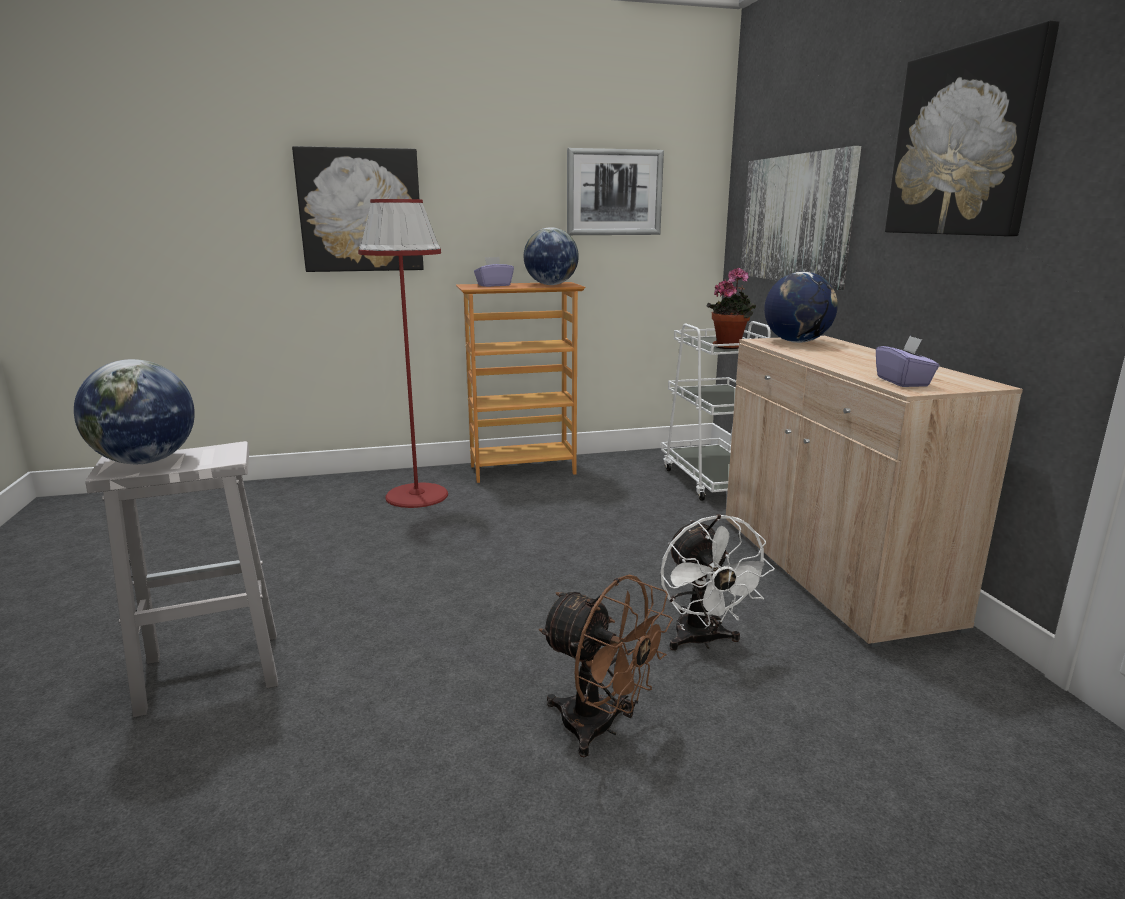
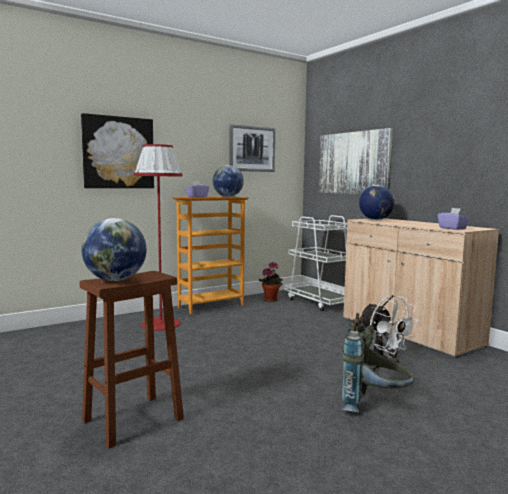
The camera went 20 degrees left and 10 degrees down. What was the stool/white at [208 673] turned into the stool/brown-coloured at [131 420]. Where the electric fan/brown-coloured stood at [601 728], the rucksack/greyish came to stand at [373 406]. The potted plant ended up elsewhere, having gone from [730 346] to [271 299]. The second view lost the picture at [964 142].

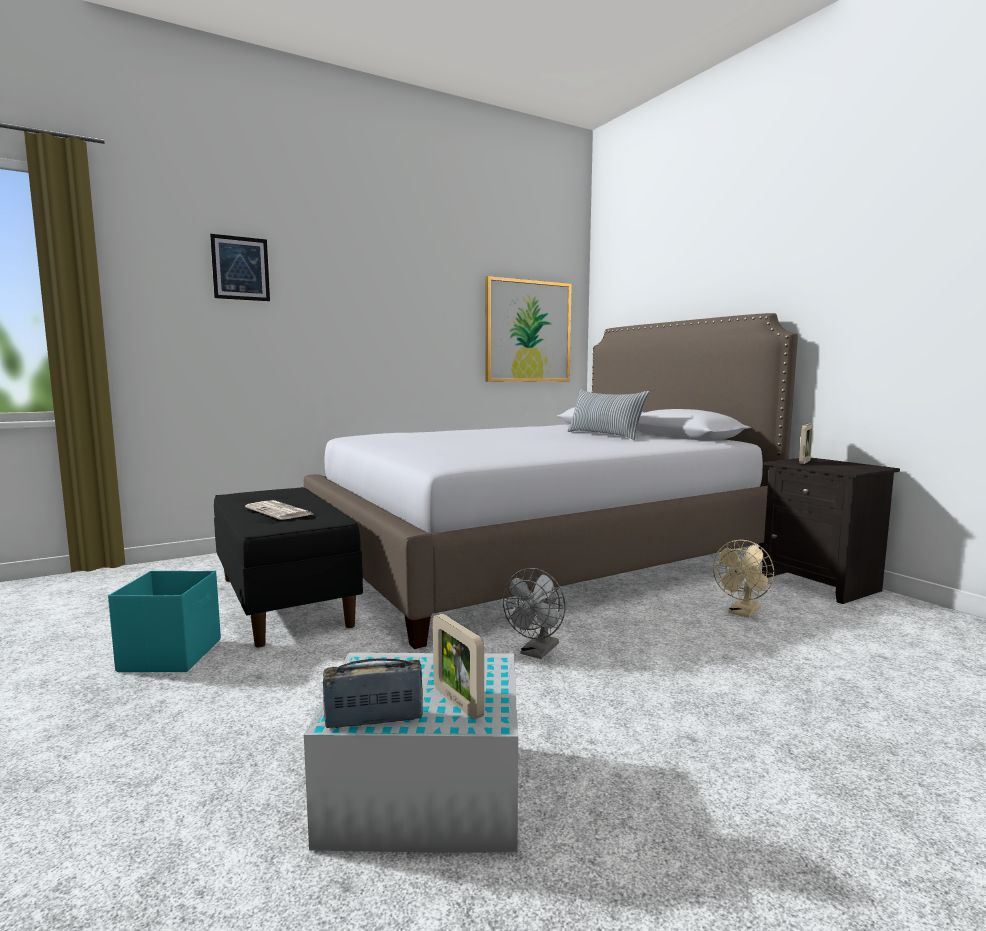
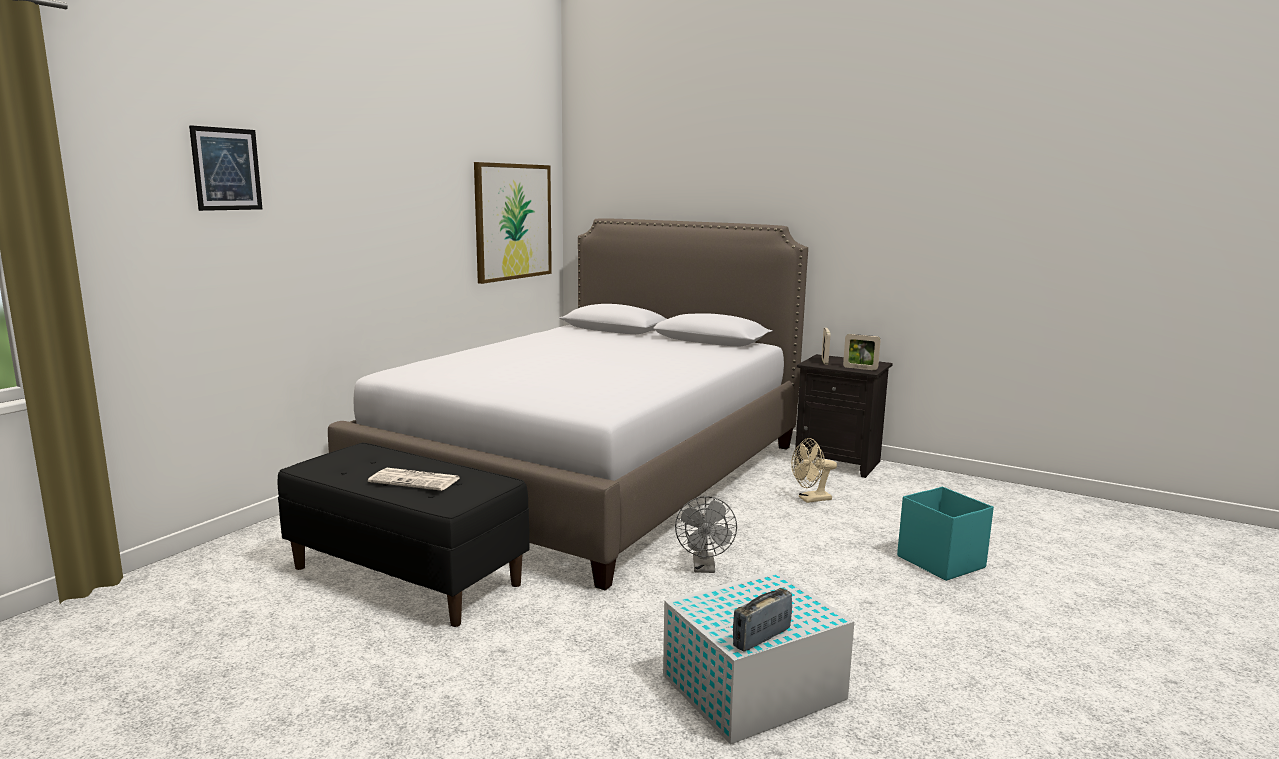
The camera went 30 degrees left and 5 degrees up. The storage bin/blue-green ended up elsewhere, having gone from [172 654] to [940 561]. The picture frame ended up elsewhere, having gone from [457 702] to [860 368]. The second view lost the pillow at [604 435]. The electric fan/beige-coloured at [743 613] ended up facing another way, 60 degrees clockwise from before.

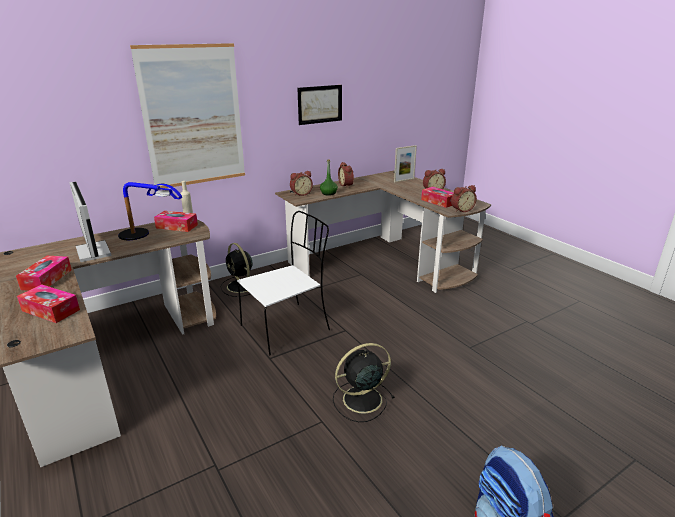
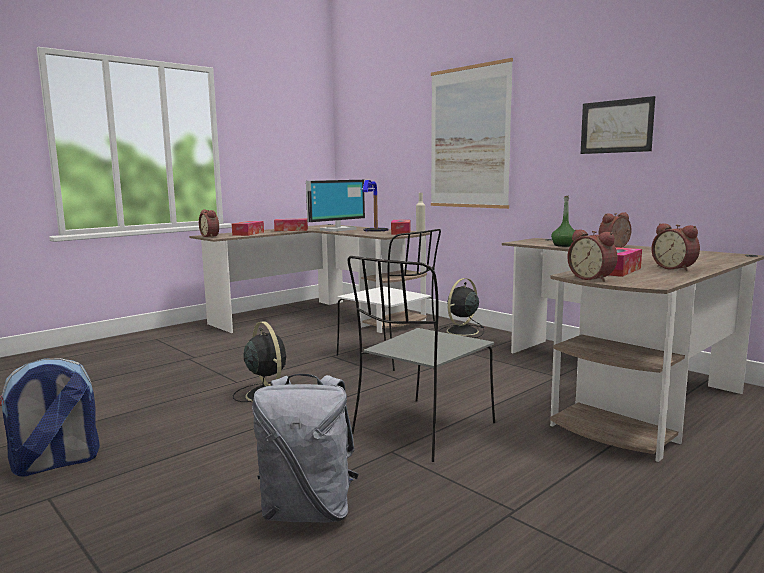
The camera went 80 degrees right and 15 degrees down. The table clock ended up elsewhere, having gone from [301 194] to [211 236]. The second view lost the picture frame at [404 180]. The second view gained the rucksack/greyish at [308 511]. The second view gained the upright chair/greyish at [422 430].

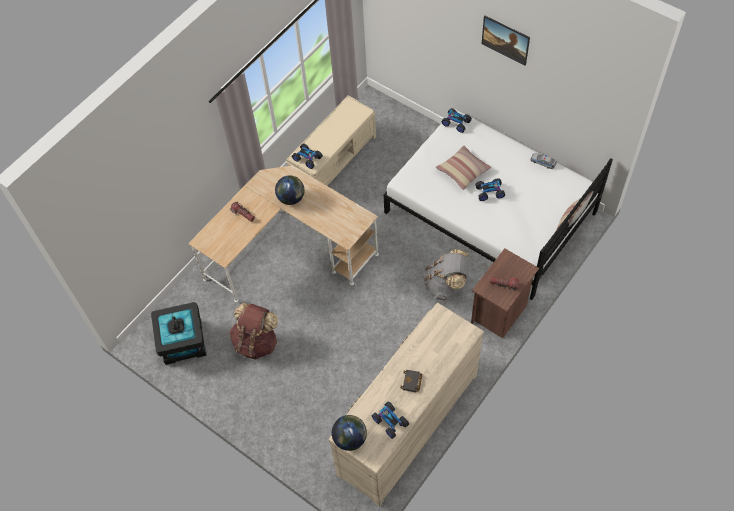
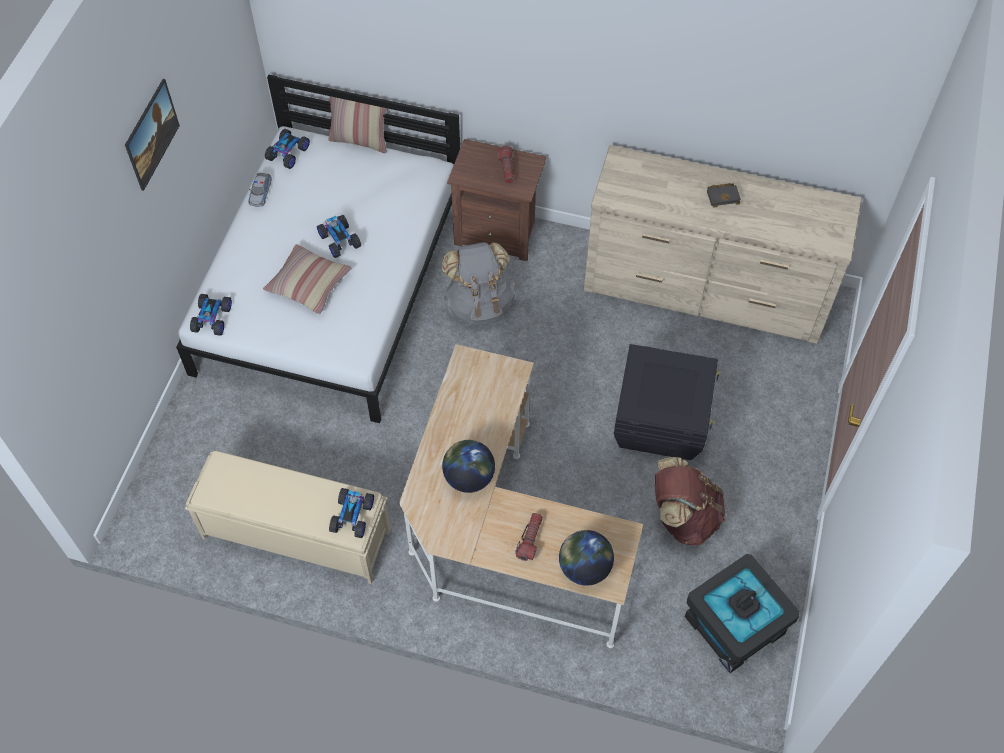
The camera went 115 degrees left and 0 degrees up. The globe ended up elsewhere, having gone from [350 438] to [584 568]. The toy car ended up elsewhere, having gone from [390 422] to [288 153]. The second view gained the storage bin/blackish at [661 422].

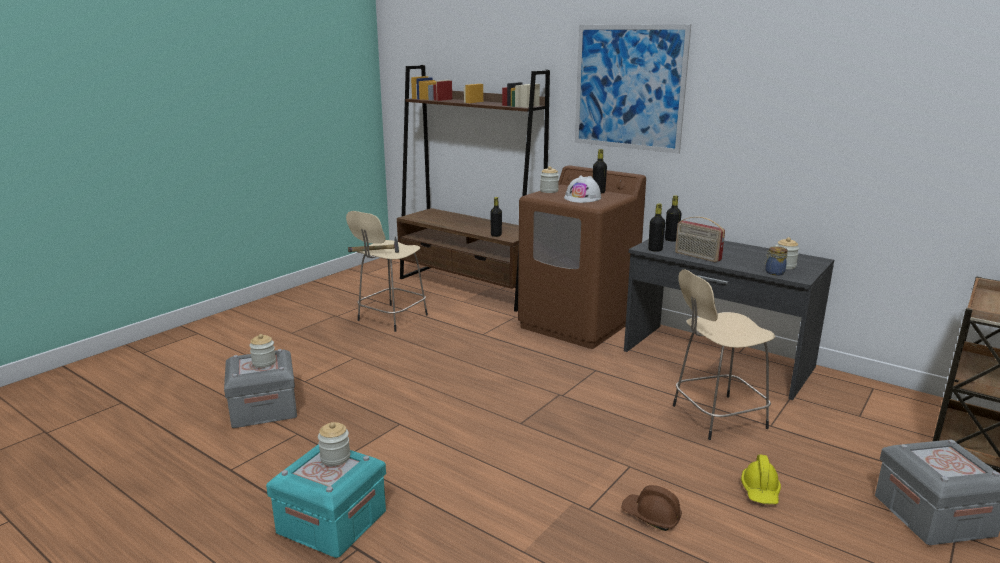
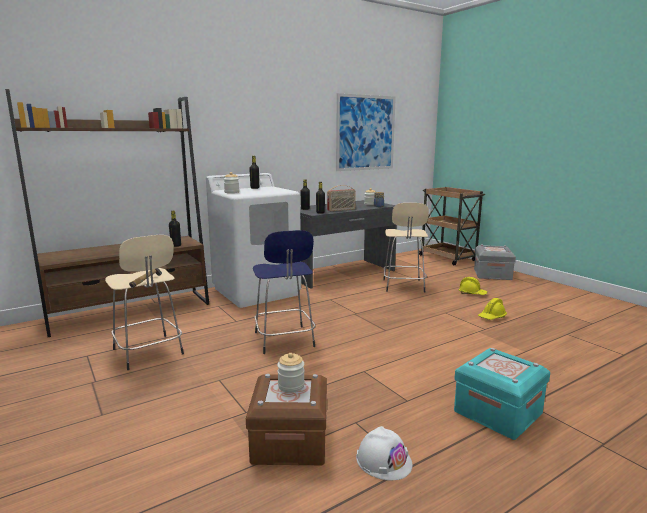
The camera went 70 degrees left and 5 degrees down. What was the storage bin/greyish at [264 408] turned into the storage bin/brown-coloured at [290 441]. The second view lost the jar at [335 458]. What was the laundry appliance/brown-coloured at [578 324] turned into the laundry appliance/white at [257 291]. The hard hat/white ended up elsewhere, having gone from [582 198] to [383 460]. The picture ended up elsewhere, having gone from [629 87] to [366 133]. What was the hard hat/brown-coloured at [651 516] turned into the hard hat/yellow at [492 317]. The second view gained the stool/blue at [284 340].

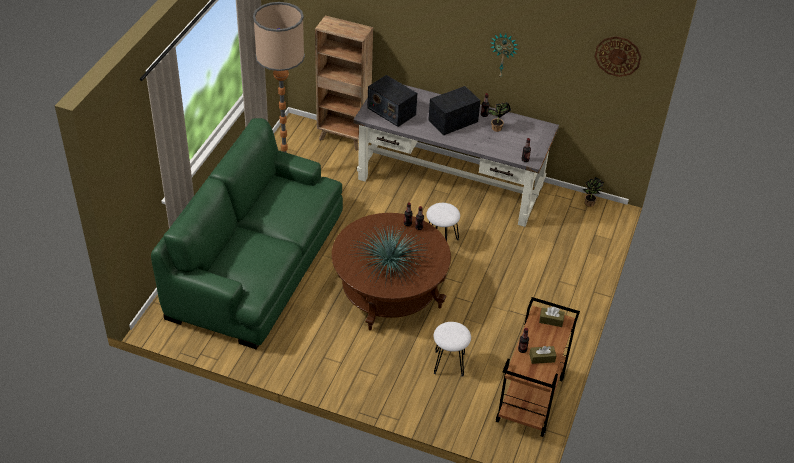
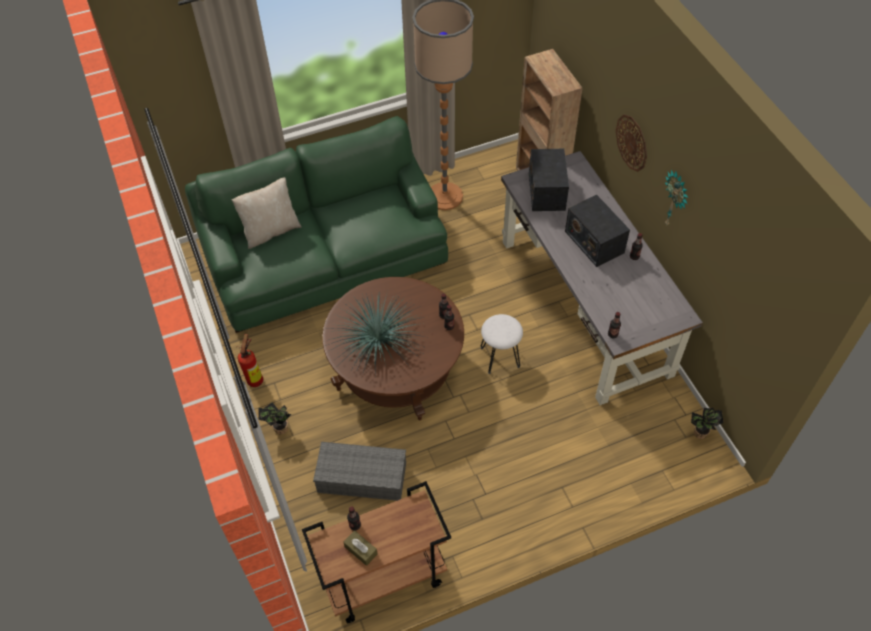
The camera went 50 degrees right and 10 degrees up. The radio at [453 121] ended up facing another way, 135 degrees counterclockwise from before. Where the stool/white stood at [449 363], the storage bin/greyish came to stand at [360 478]. The potted plant ended up elsewhere, having gone from [496 129] to [279 429]. The second view lost the tissue box/brown-coloured at [551 320]. The clock on the wall ended up elsewhere, having gone from [618 56] to [632 142]. The second view gained the pillow/beige-coloured at [271 231]. The second view gained the fire extinguisher at [256 379].

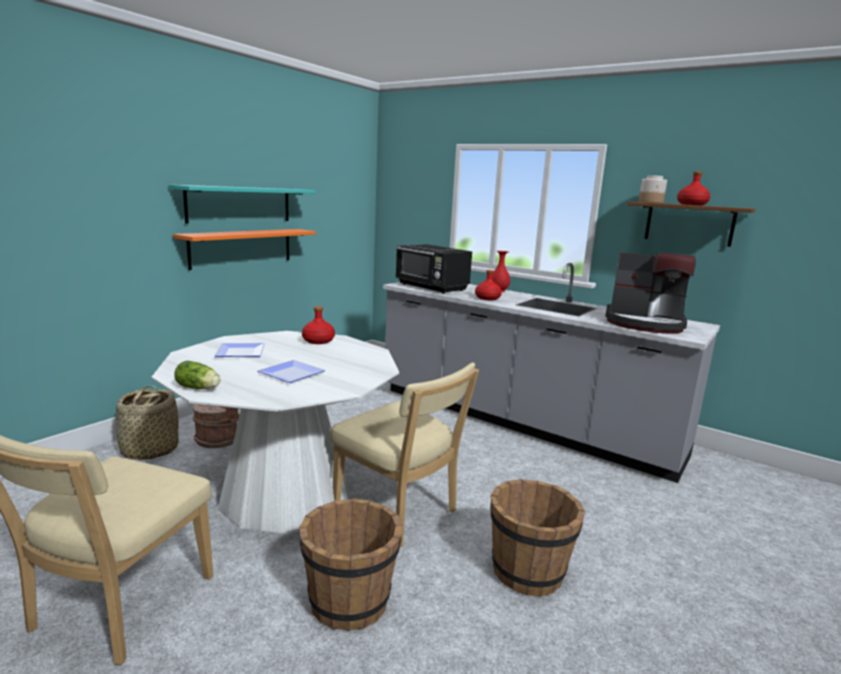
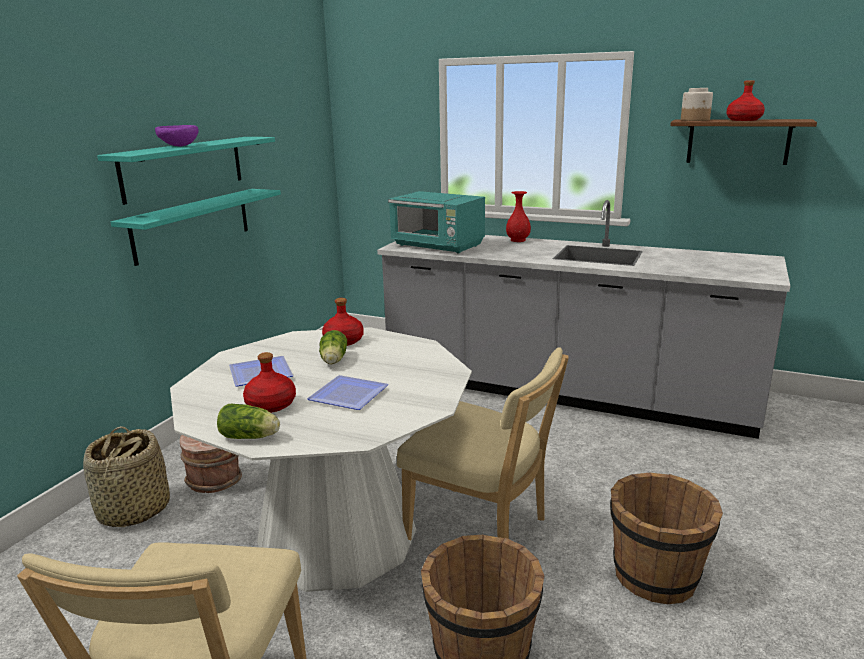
The camera went 10 degrees left and 5 degrees up. What was the wall shelf/orange at [242 247] turned into the wall shelf/blue-green at [193 224]. What was the microwave oven/blackish at [431 287] turned into the microwave oven/blue-green at [438 246]. The beverage bottle/red ended up elsewhere, having gone from [487 298] to [271 404]. The second view lost the coffee maker at [644 323]. The second view gained the serving bowl/purple at [178 146]. The second view gained the head of lettuce at [333 361].

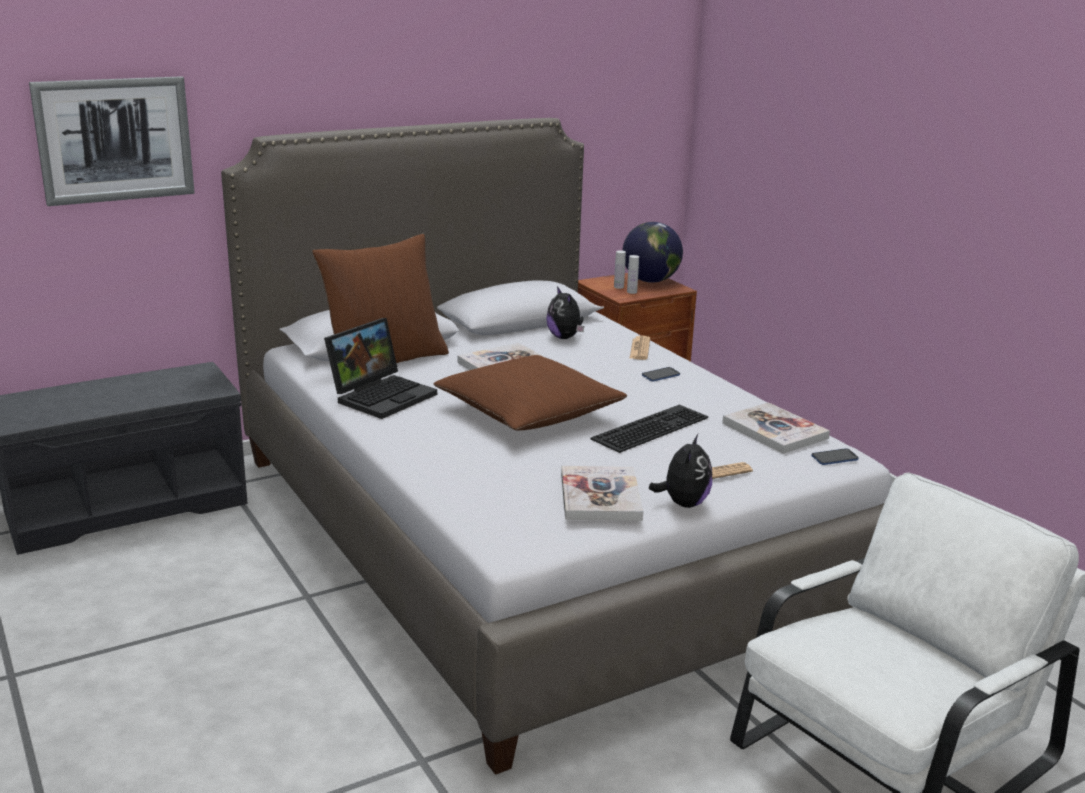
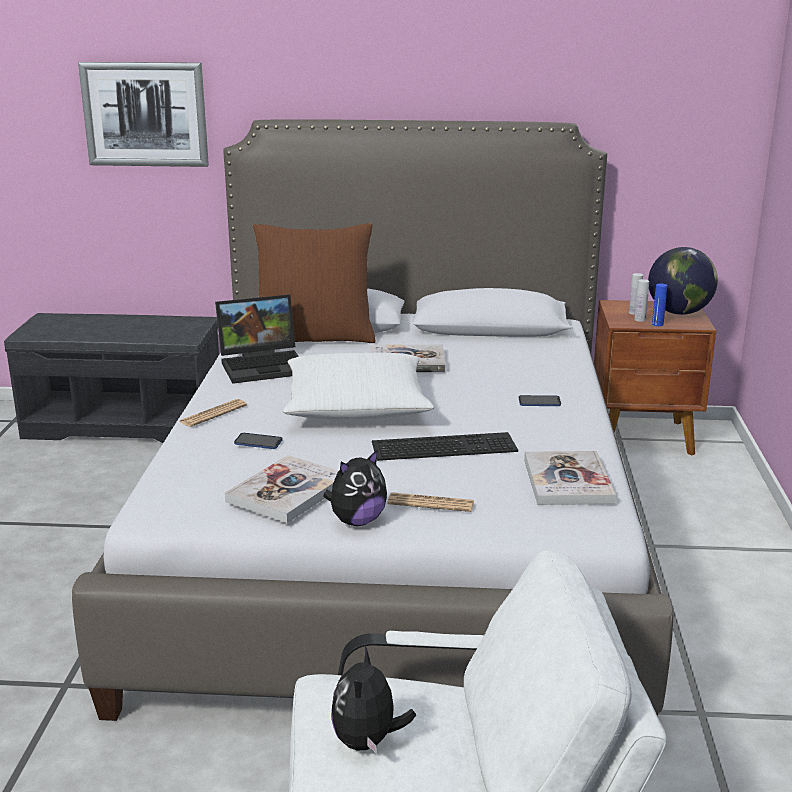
The camera went 35 degrees right and 0 degrees up. What was the pillow/brown-coloured at [528 412] turned into the pillow/white at [356 406]. The cuddly toy ended up elsewhere, having gone from [565 337] to [368 741]. The printed paper ended up elsewhere, having gone from [640 349] to [213 414]. The handset ended up elsewhere, having gone from [834 458] to [258 442]. The second view gained the beverage bottle/blue at [657 324].

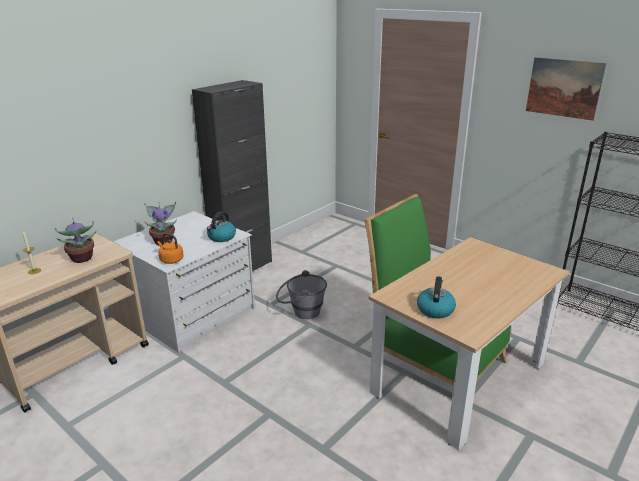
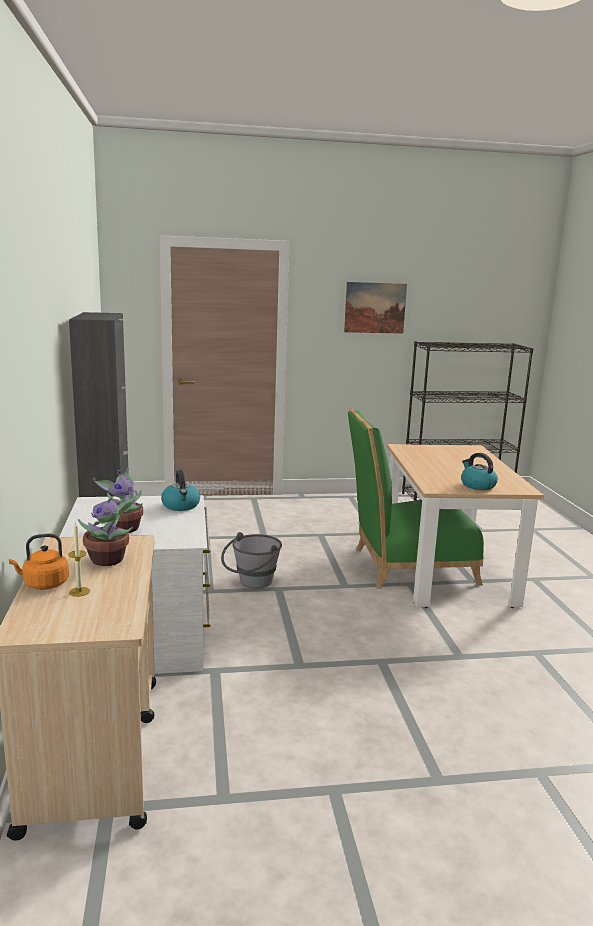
The camera went 50 degrees left and 10 degrees down. The kettle/orange ended up elsewhere, having gone from [171 260] to [43 584].

